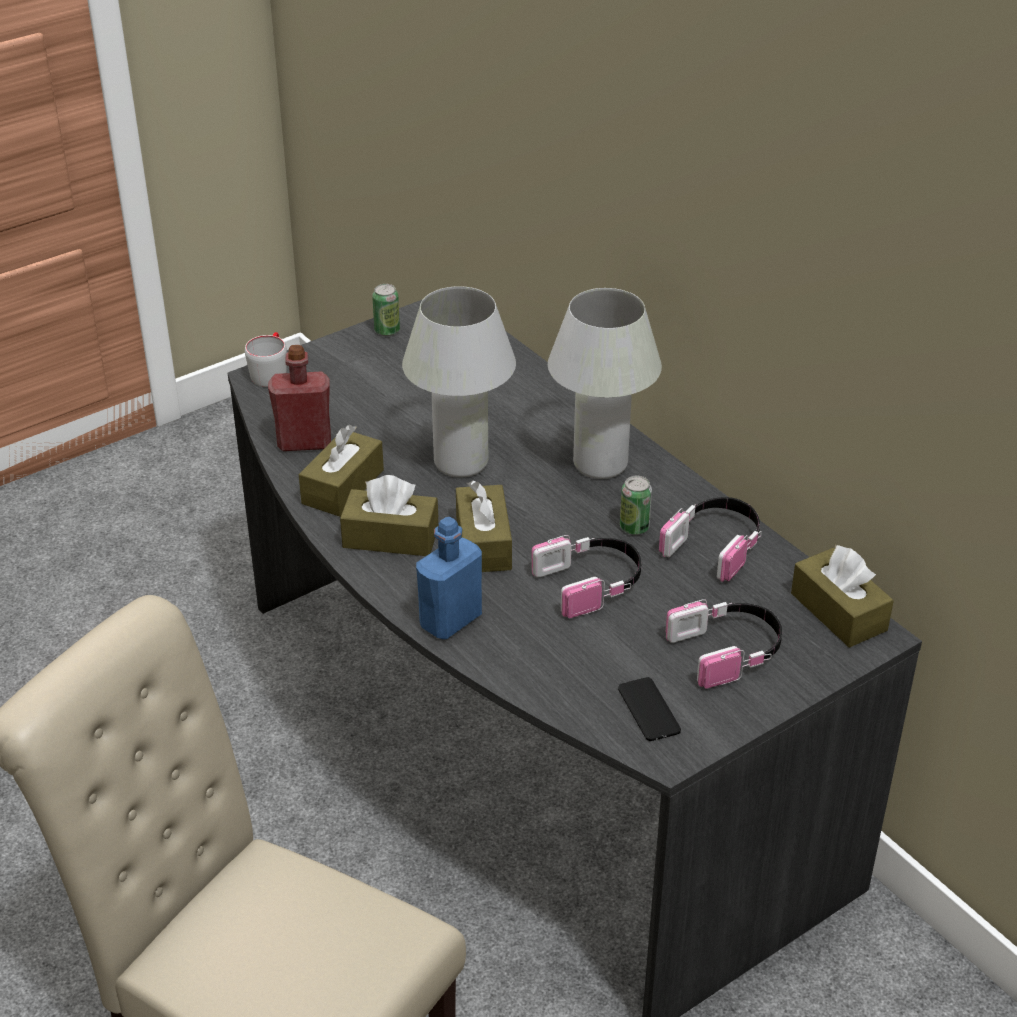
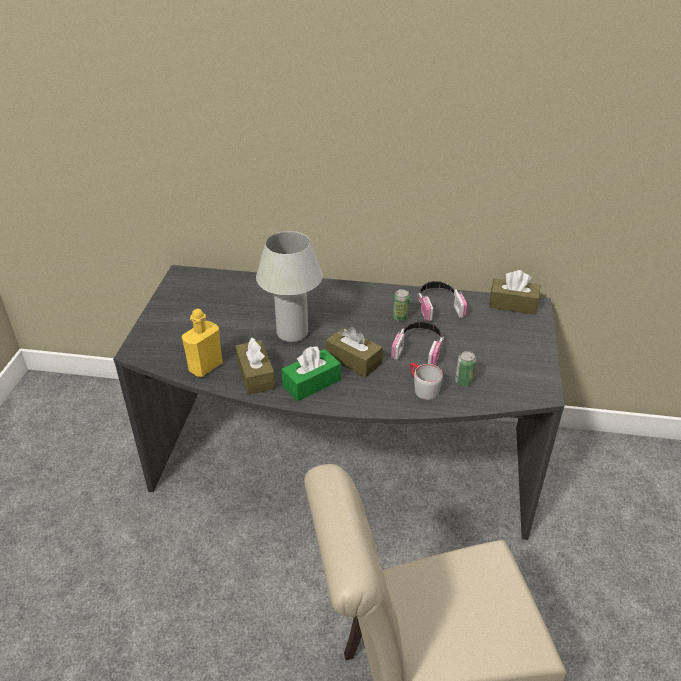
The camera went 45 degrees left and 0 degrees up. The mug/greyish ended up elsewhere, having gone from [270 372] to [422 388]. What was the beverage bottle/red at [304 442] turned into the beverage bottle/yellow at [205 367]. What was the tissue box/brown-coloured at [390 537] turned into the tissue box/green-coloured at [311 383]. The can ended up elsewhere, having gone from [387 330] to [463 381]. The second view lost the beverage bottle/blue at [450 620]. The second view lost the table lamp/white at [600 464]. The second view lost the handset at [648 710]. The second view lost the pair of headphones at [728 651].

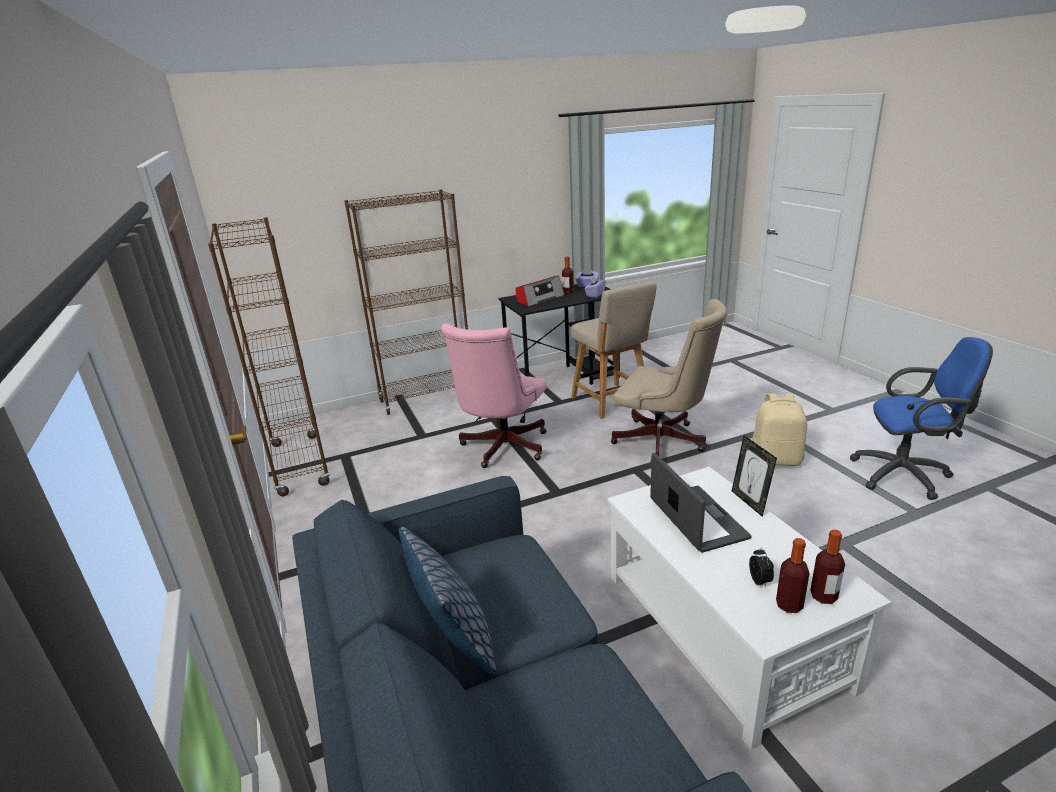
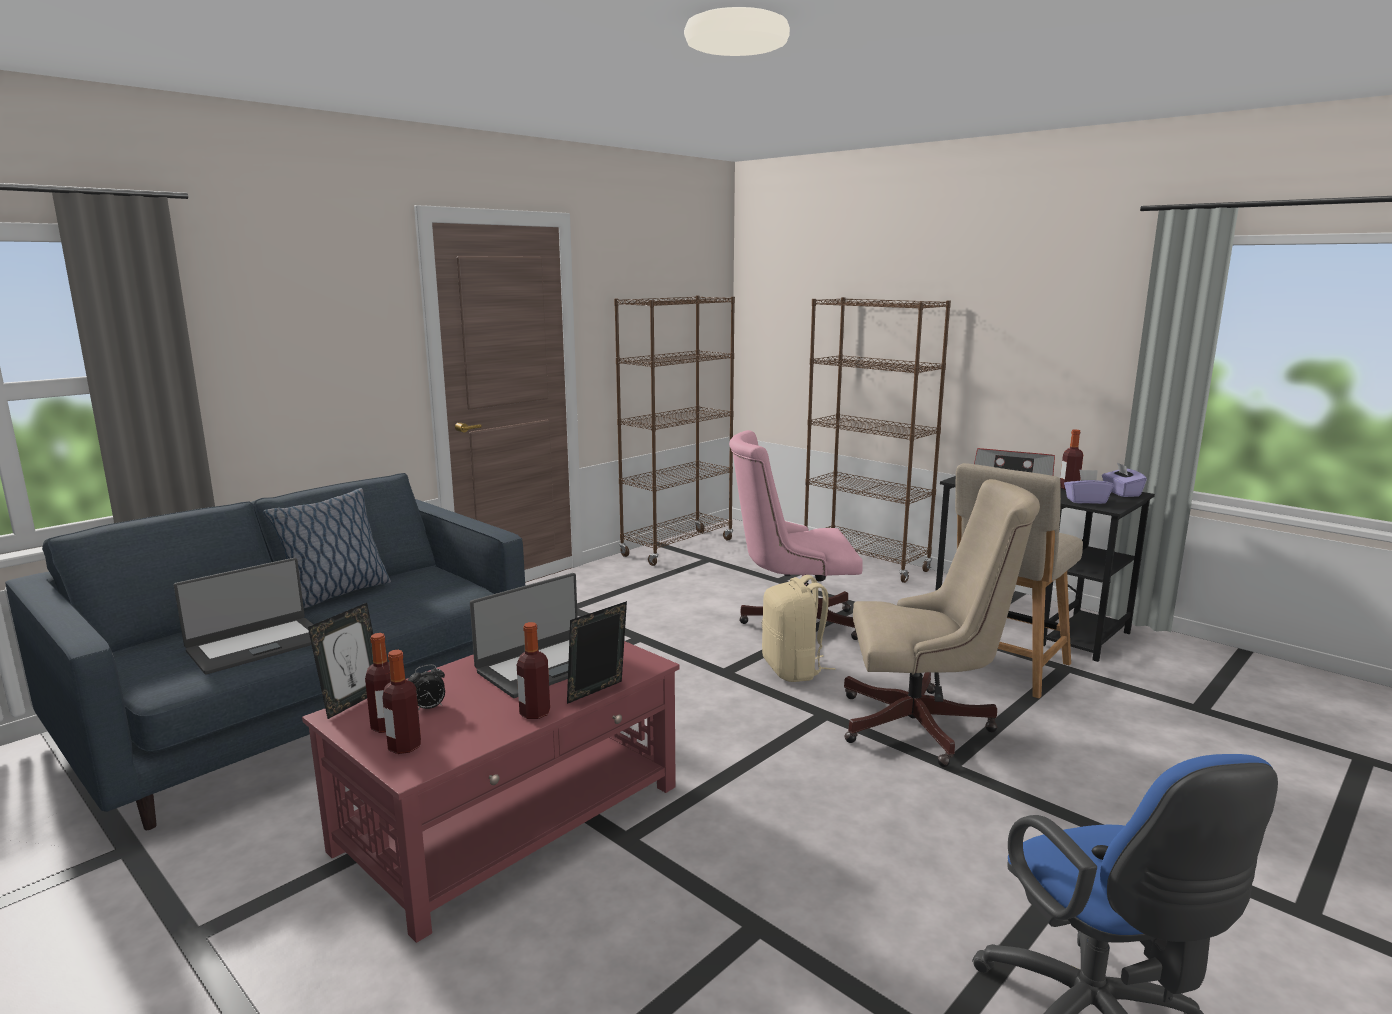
The camera went 65 degrees right and 10 degrees down. What was the low table/white at [722 627] turned into the low table/red at [512 817]. The office chair/beige-coloured at [664 442] ended up facing another way, 90 degrees counterclockwise from before. The rucksack/beige-coloured ended up elsewhere, having gone from [776 460] to [793 670]. The second view gained the laptop at [257 645]. The second view gained the picture frame at [352 702]. The second view gained the beverage bottle at [535 713].

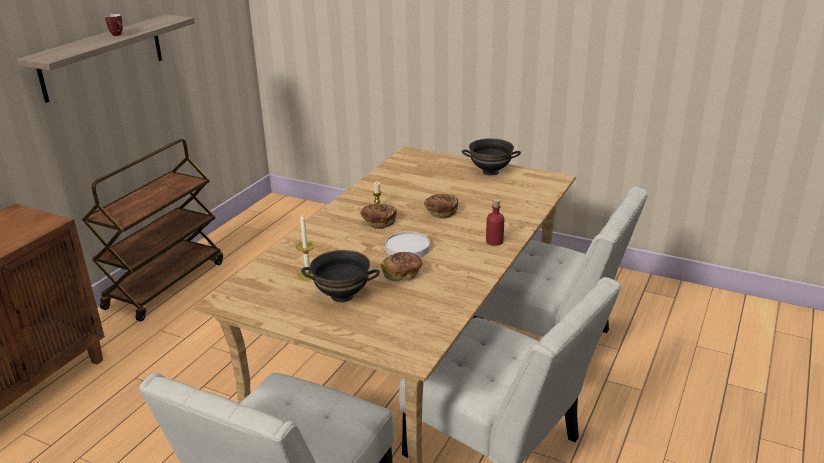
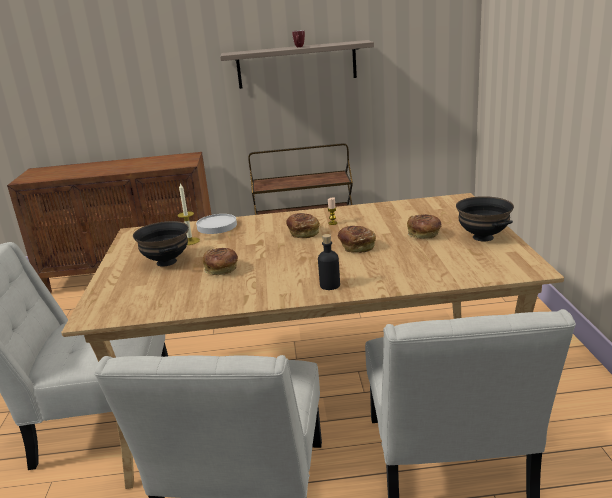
The camera went 60 degrees right and 5 degrees down. The dinner plate/white ended up elsewhere, having gone from [407 248] to [217 226]. What was the beverage bottle/red at [494 241] turned into the beverage bottle/blackish at [330 285]. The second view gained the bakery bread at [424 235].

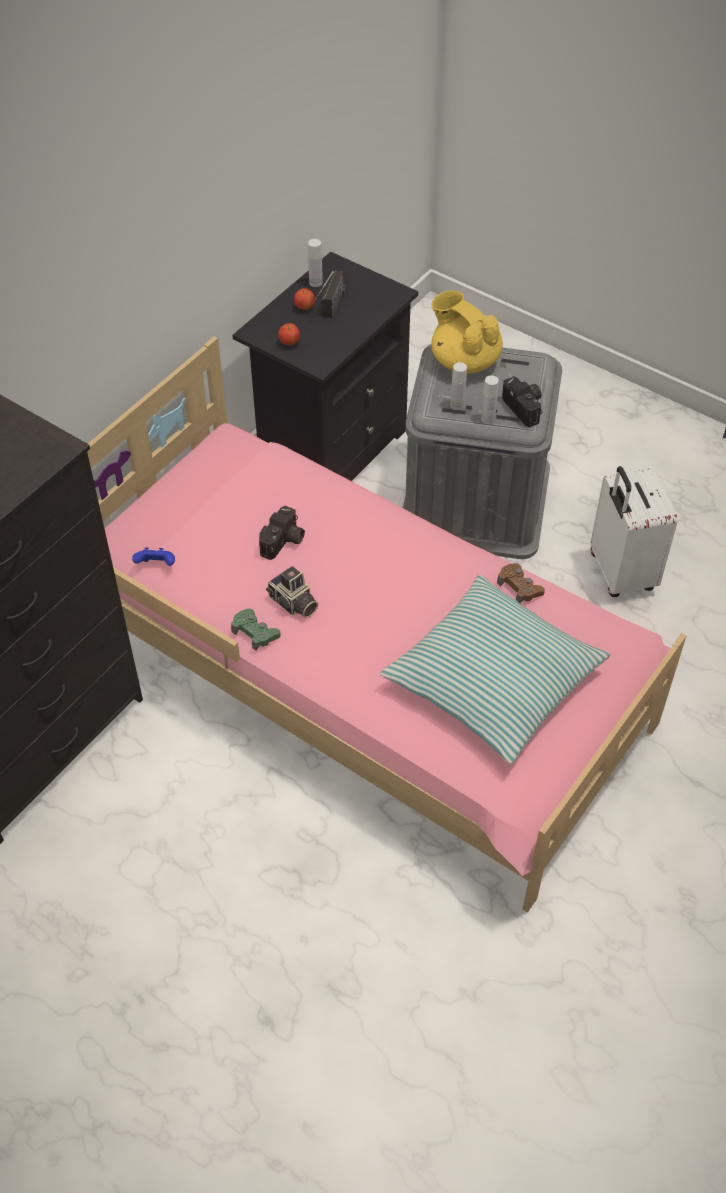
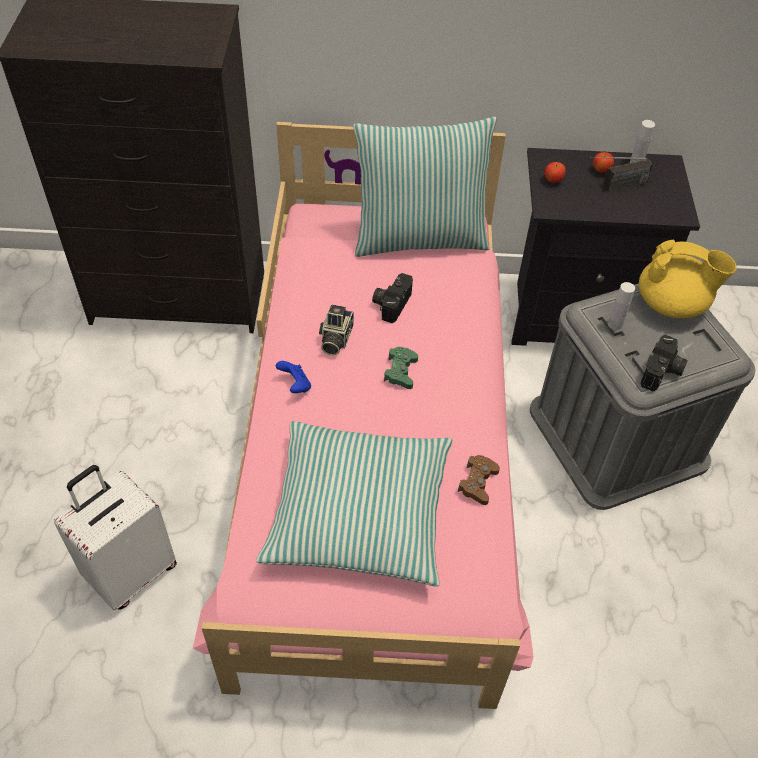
The camera went 55 degrees right and 0 degrees up. The joypad/blue ended up elsewhere, having gone from [156 565] to [295 385]. The joypad/green-coloured ended up elsewhere, having gone from [255 633] to [400 371]. The still camera at [283 542] ended up facing another way, 120 degrees clockwise from before. The pot for tea/yellow at [464 360] ended up facing another way, 90 degrees clockwise from before. The second view lost the beverage bottle/white at [488 418]. The suitcase/white ended up elsewhere, having gone from [619 573] to [131 572]. The second view gained the pillow at [419 237].

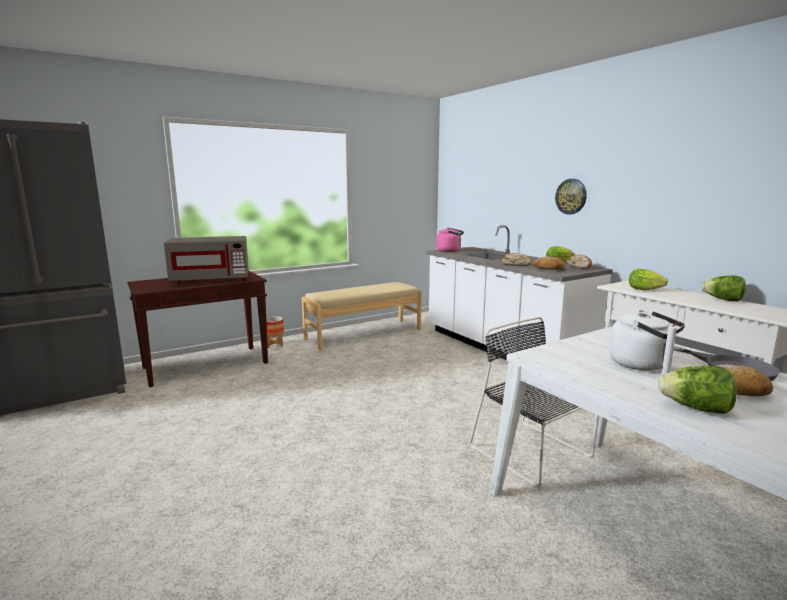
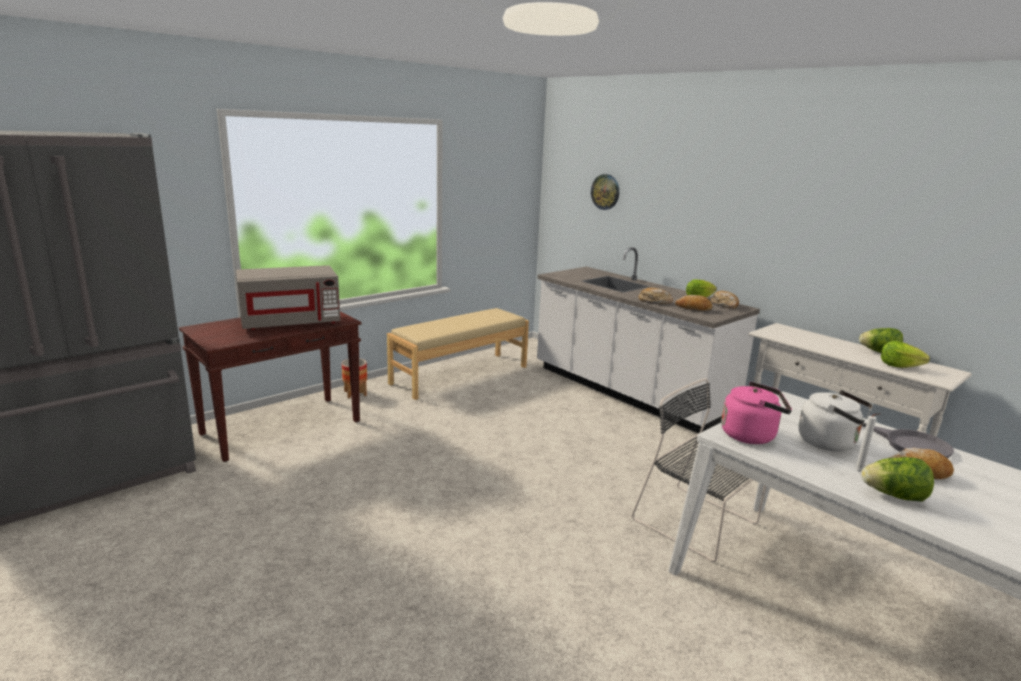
The camera went 10 degrees left and 5 degrees up. The kettle/pink ended up elsewhere, having gone from [450 251] to [751 435]. The clock on the wall ended up elsewhere, having gone from [571 196] to [605 192]. The head of lettuce ended up elsewhere, having gone from [644 289] to [898 366].

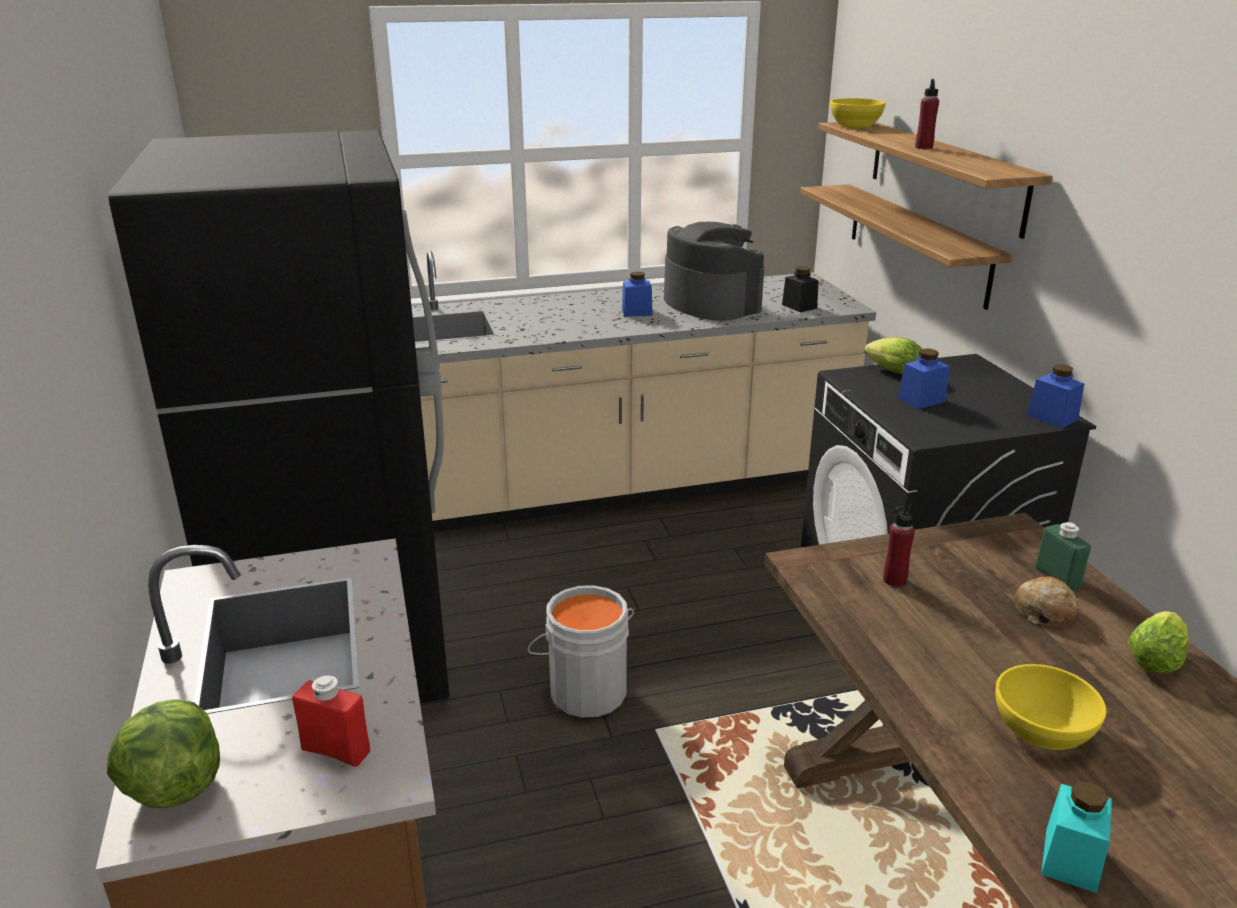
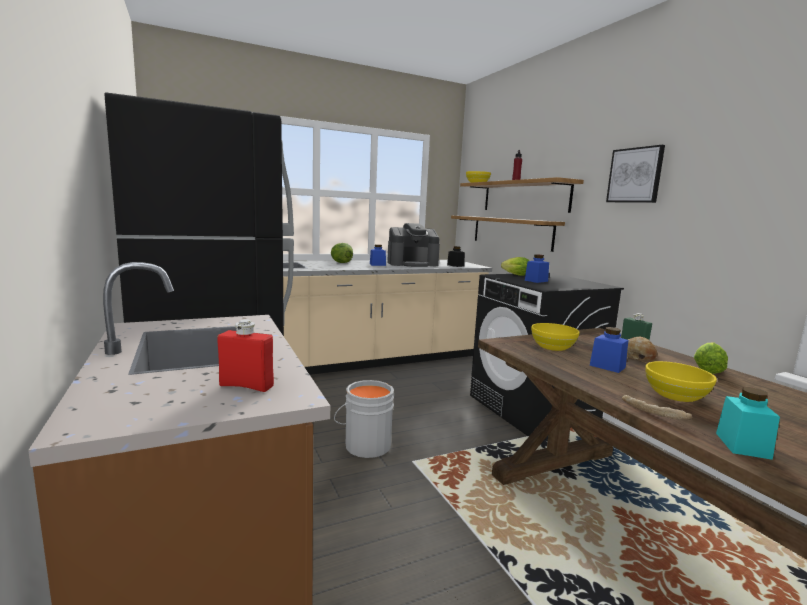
The camera went 10 degrees left and 15 degrees down. The head of lettuce ended up elsewhere, having gone from [174 786] to [341 263]. The coffee maker at [710 303] ended up facing another way, 120 degrees clockwise from before. Where the beverage bottle/red stood at [894 580], the serving bowl/yellow came to stand at [553 347]. The jar/blue ended up elsewhere, having gone from [1052 417] to [607 366]. The second view gained the picture at [635 175]. The second view gained the bakery bread at [653 413].

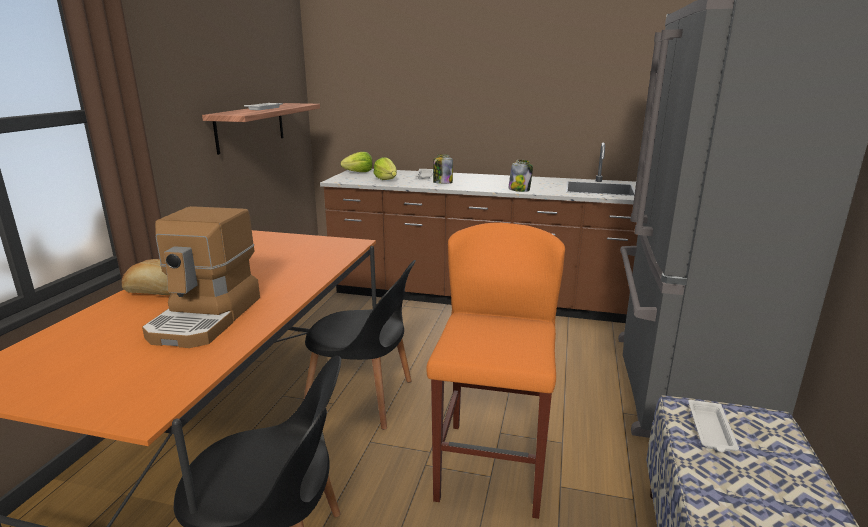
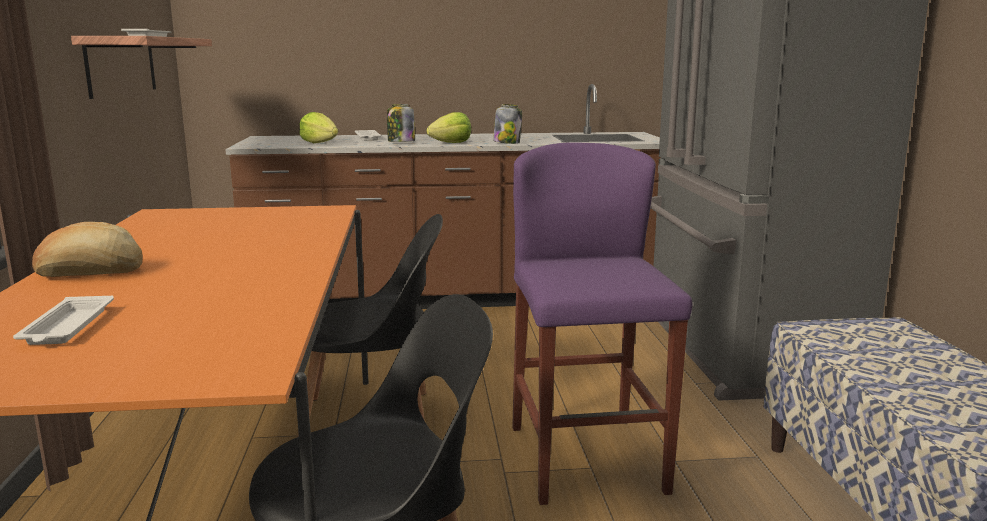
The camera went 20 degrees left and 5 degrees down. The second view lost the coffee maker at [207 318]. The head of lettuce ended up elsewhere, having gone from [359 172] to [451 143]. What was the stool/orange at [492 467] turned into the stool/purple at [586 459]. The tray/white ended up elsewhere, having gone from [711 430] to [67 327].

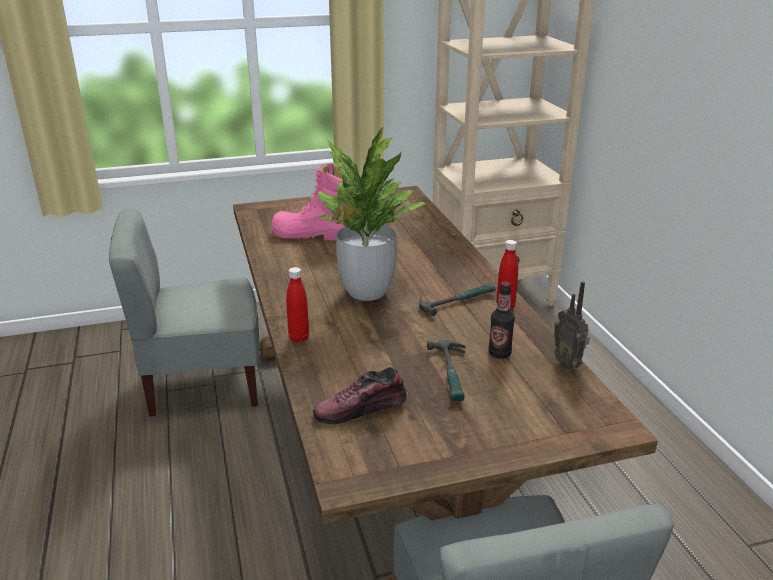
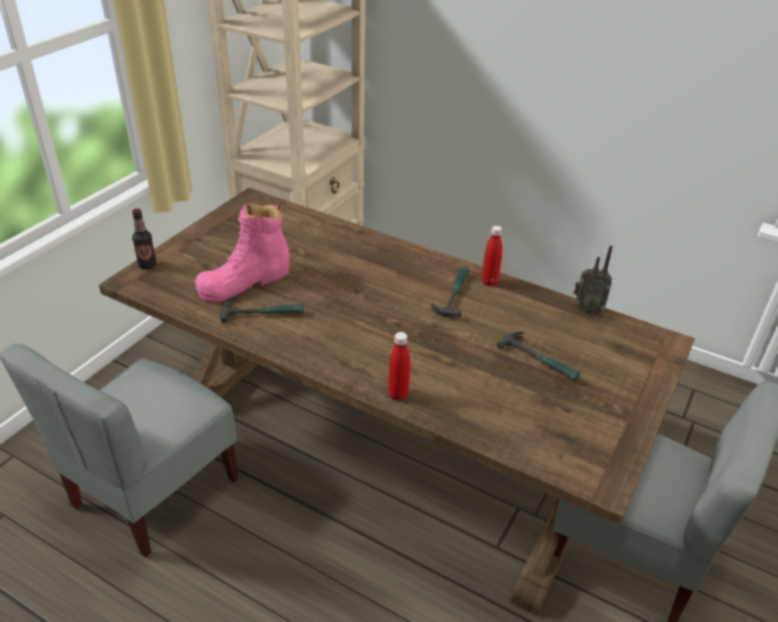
The camera went 45 degrees left and 10 degrees up. The second view lost the item of footwear at [361 409]. The second view lost the potted plant at [366 292]. The beverage bottle ended up elsewhere, having gone from [499 353] to [147 265]. The second view gained the tool hammer at [262 313].

